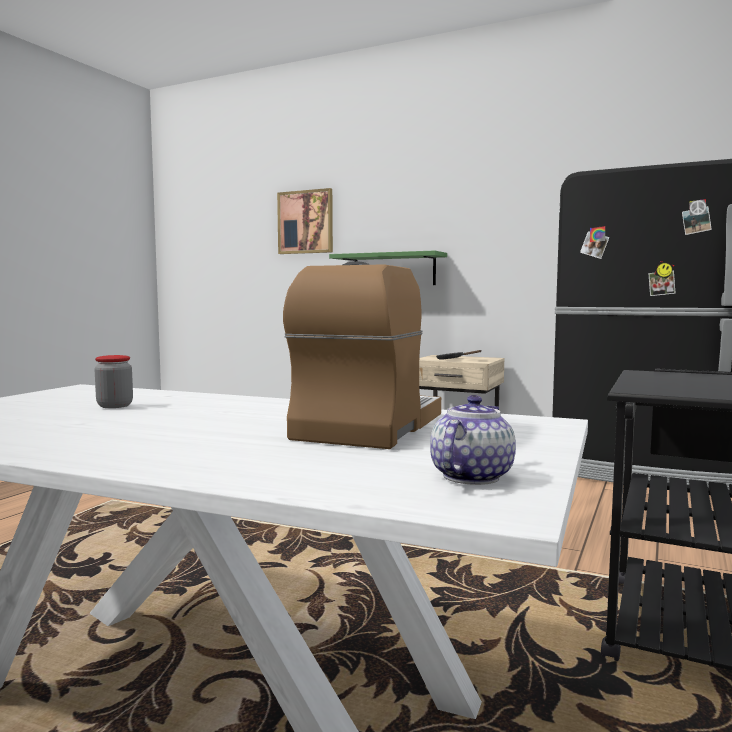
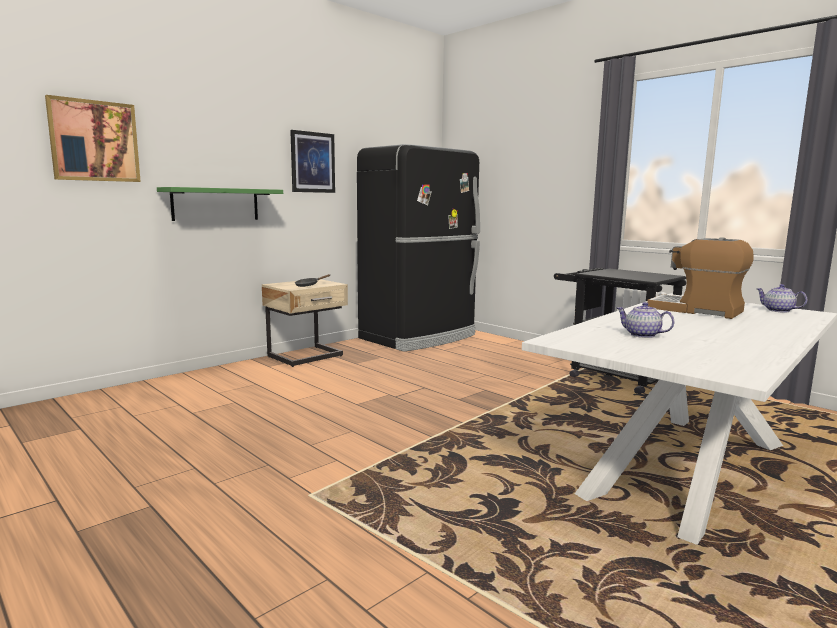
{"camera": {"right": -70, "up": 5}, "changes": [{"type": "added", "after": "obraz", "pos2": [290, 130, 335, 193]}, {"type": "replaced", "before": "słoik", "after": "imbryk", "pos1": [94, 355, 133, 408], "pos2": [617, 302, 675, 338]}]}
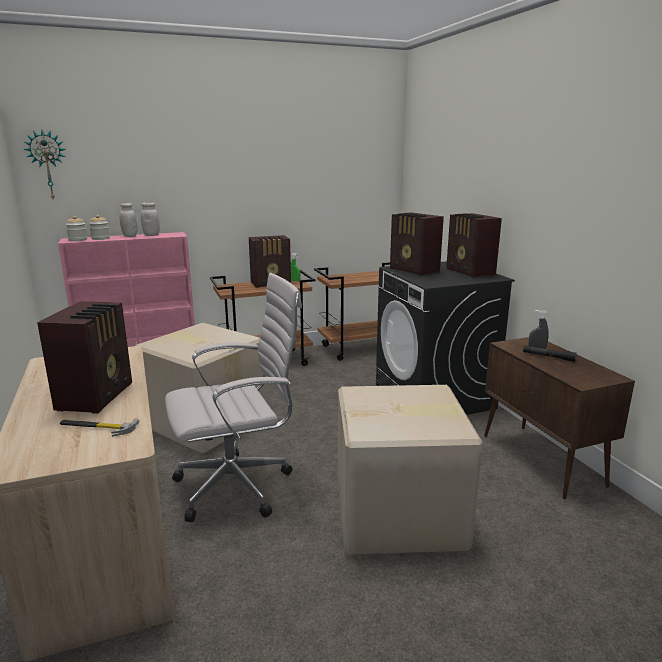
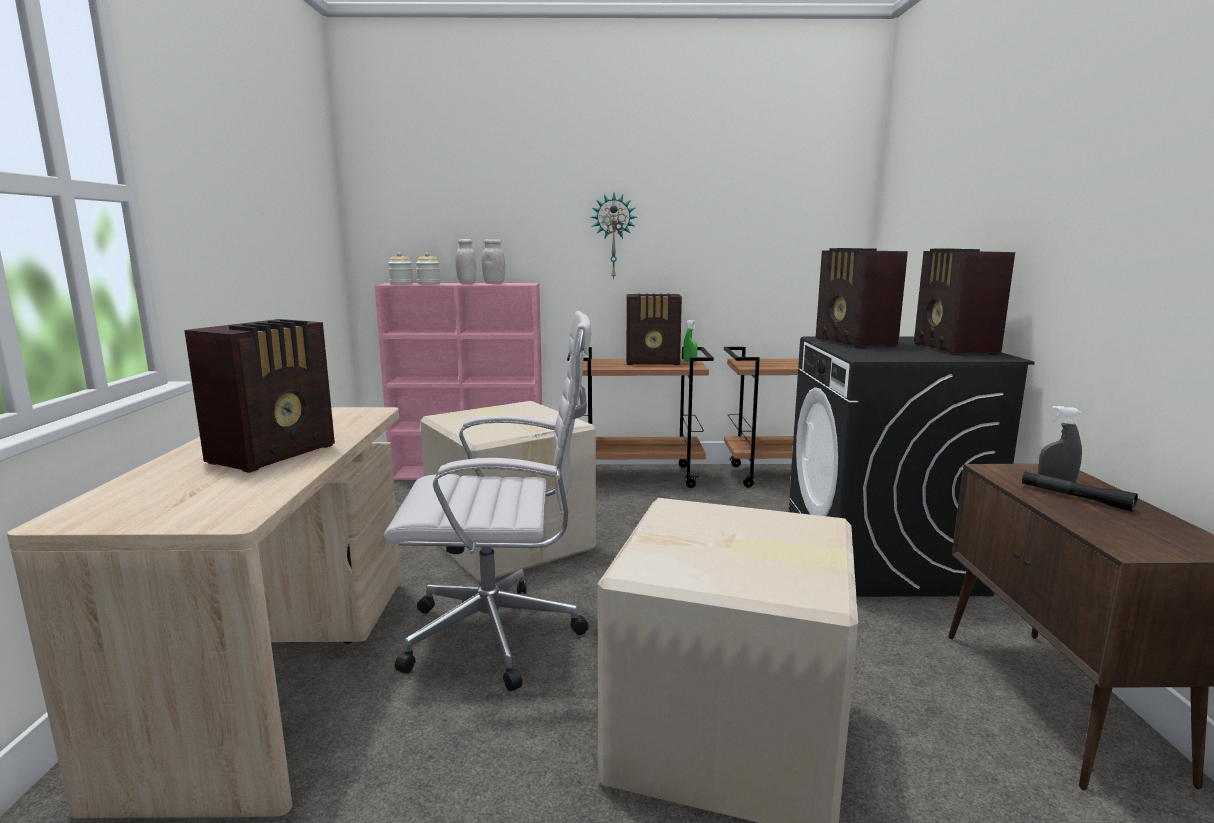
{"camera": {"right": 20, "up": -5}, "changes": [{"type": "removed", "before": "młotek", "pos1": [60, 418, 139, 437]}, {"type": "moved", "before": "zegar ścienny", "pos1": [23, 130, 66, 201], "pos2": [591, 193, 637, 280]}]}
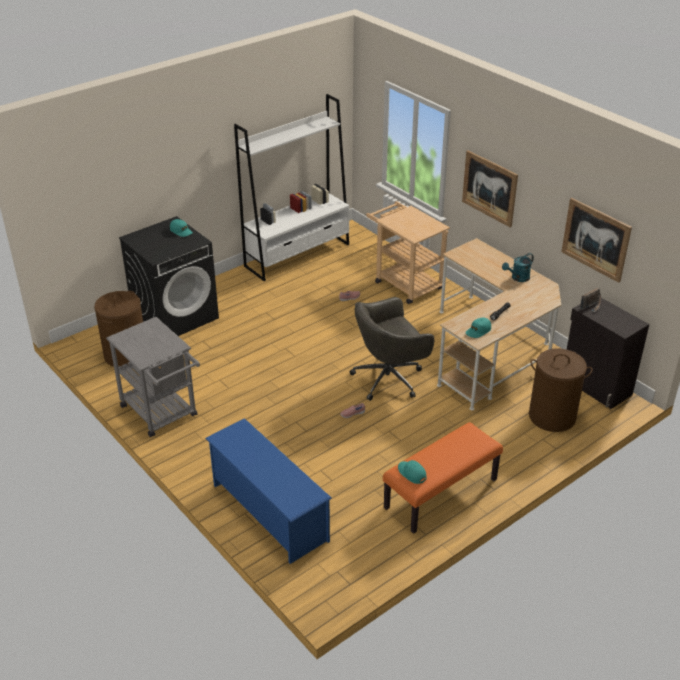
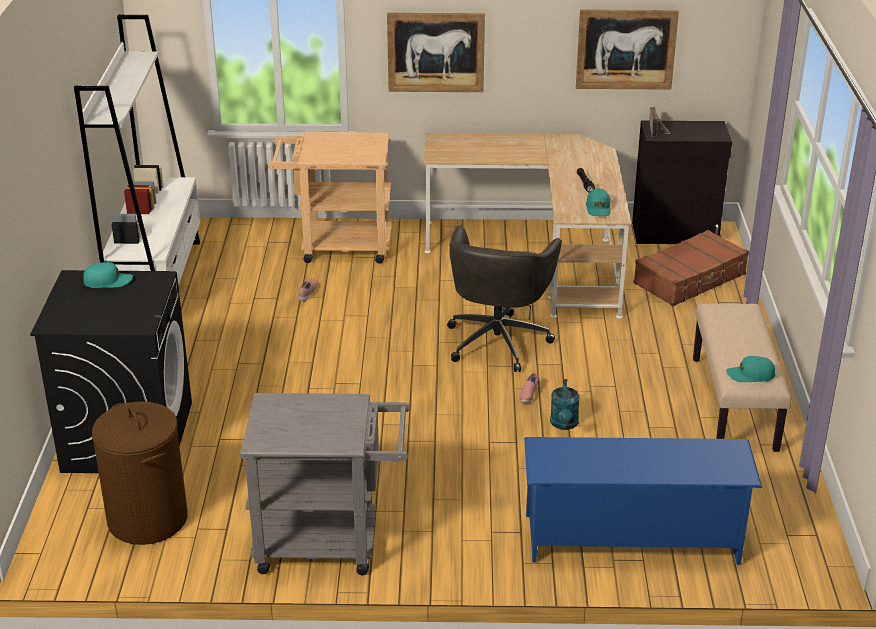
{"camera": {"right": -50, "up": -5}, "changes": [{"type": "moved", "before": "konewka/turkusowy", "pos1": [502, 253, 534, 282], "pos2": [550, 379, 579, 430]}, {"type": "replaced", "before": "kosz na pranie/brązowy", "after": "walizka/brązowy", "pos1": [529, 348, 592, 432], "pos2": [633, 230, 749, 306]}, {"type": "recoloured", "before": "ławka/pomarańczowy", "after": "ławka/beżowy", "pos1": [383, 422, 503, 534], "pos2": [693, 304, 791, 452]}]}
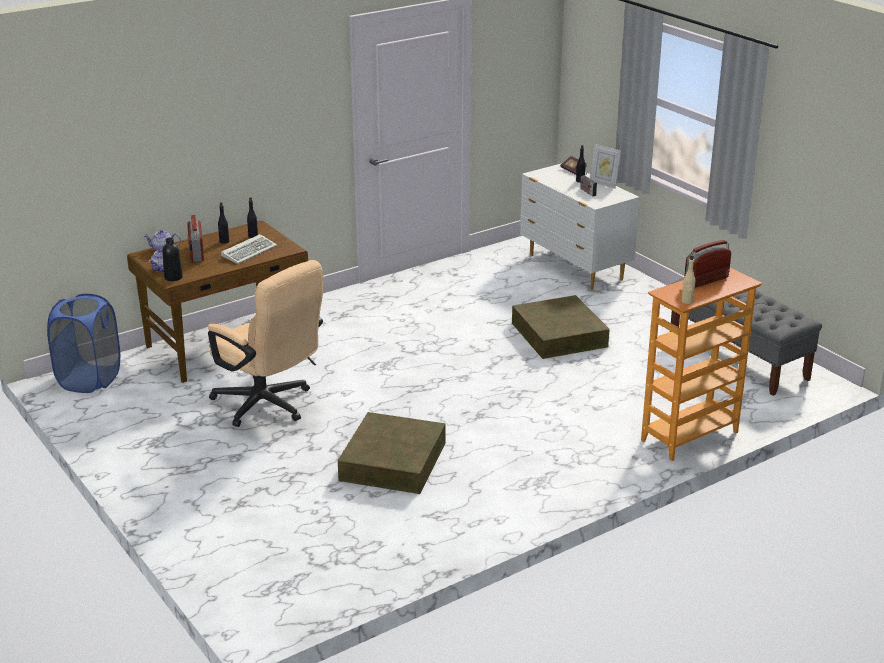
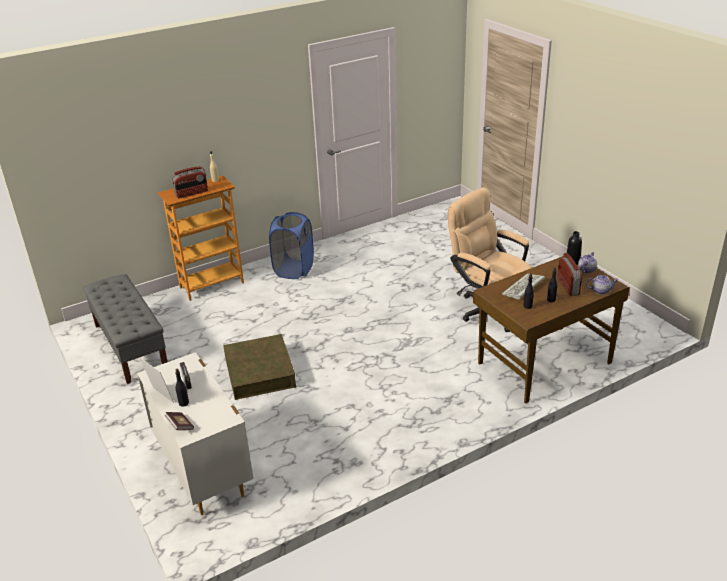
{"camera": {"right": -175, "up": 5}, "changes": [{"type": "removed", "before": "pojemnik do przechowywania/brązowy", "pos1": [338, 412, 446, 494]}, {"type": "moved", "before": "kosz na pranie/niebieski", "pos1": [47, 294, 120, 393], "pos2": [269, 212, 314, 279]}]}
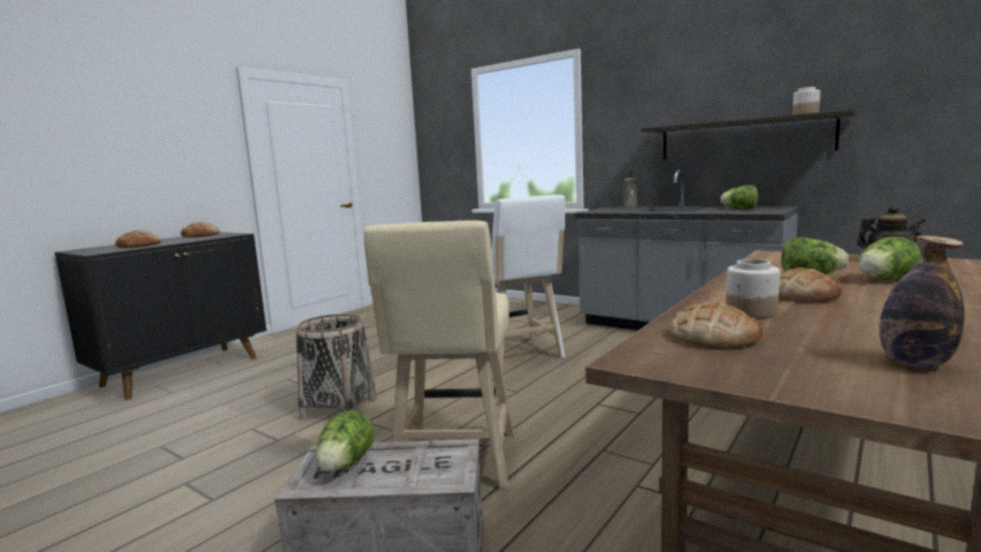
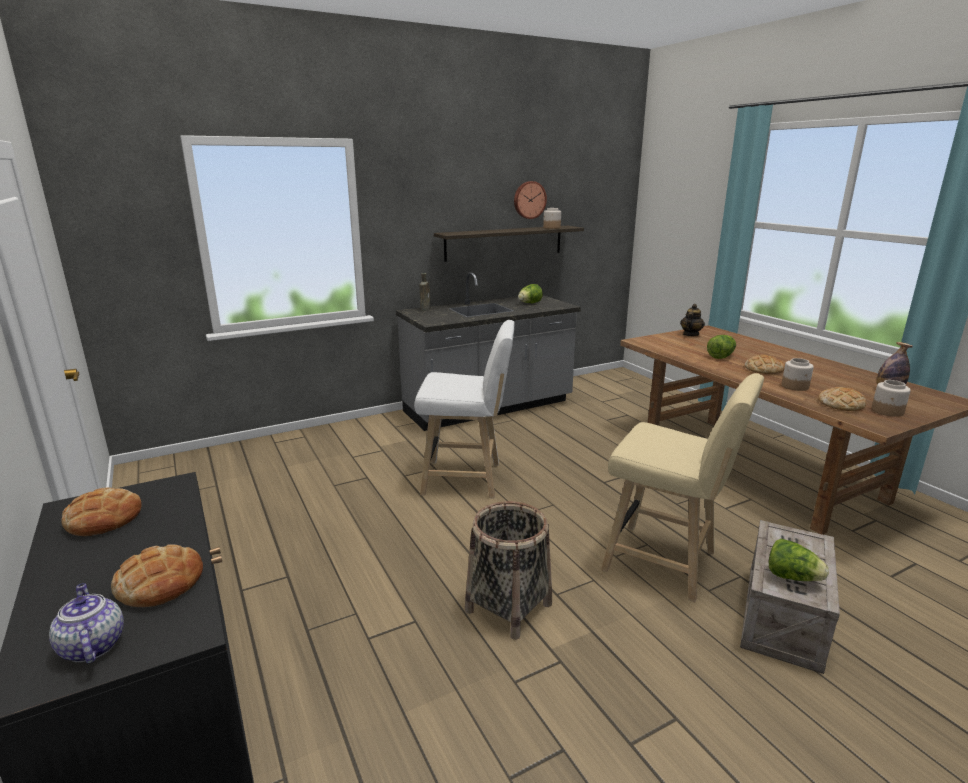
{"camera": {"right": -65, "up": 10}, "changes": [{"type": "removed", "before": "sałata", "pos1": [859, 237, 921, 280]}, {"type": "added", "after": "imbryk", "pos2": [49, 583, 124, 664]}, {"type": "added", "after": "zegar ścienny", "pos2": [514, 181, 547, 219]}, {"type": "added", "after": "słoik", "pos2": [872, 380, 911, 417]}]}
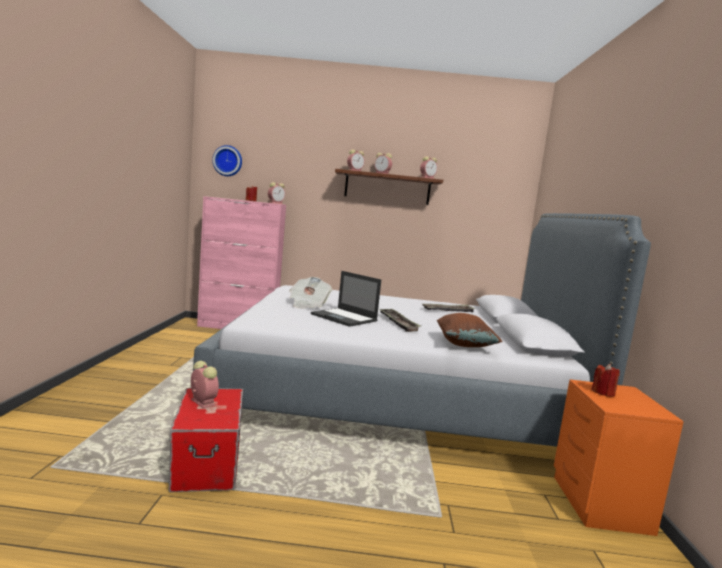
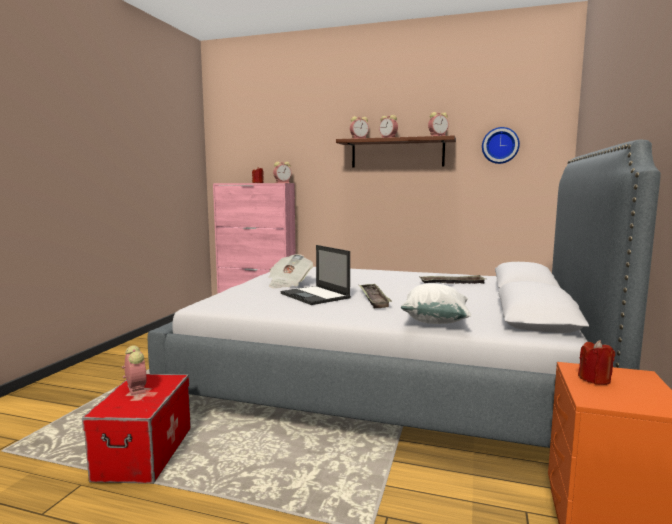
{"camera": {"right": 15, "up": 0}, "changes": [{"type": "moved", "before": "zegar ścienny", "pos1": [212, 145, 242, 176], "pos2": [482, 127, 520, 164]}, {"type": "recoloured", "before": "poduszka/brązowy", "after": "poduszka/biały", "pos1": [436, 313, 503, 347], "pos2": [401, 283, 472, 324]}]}
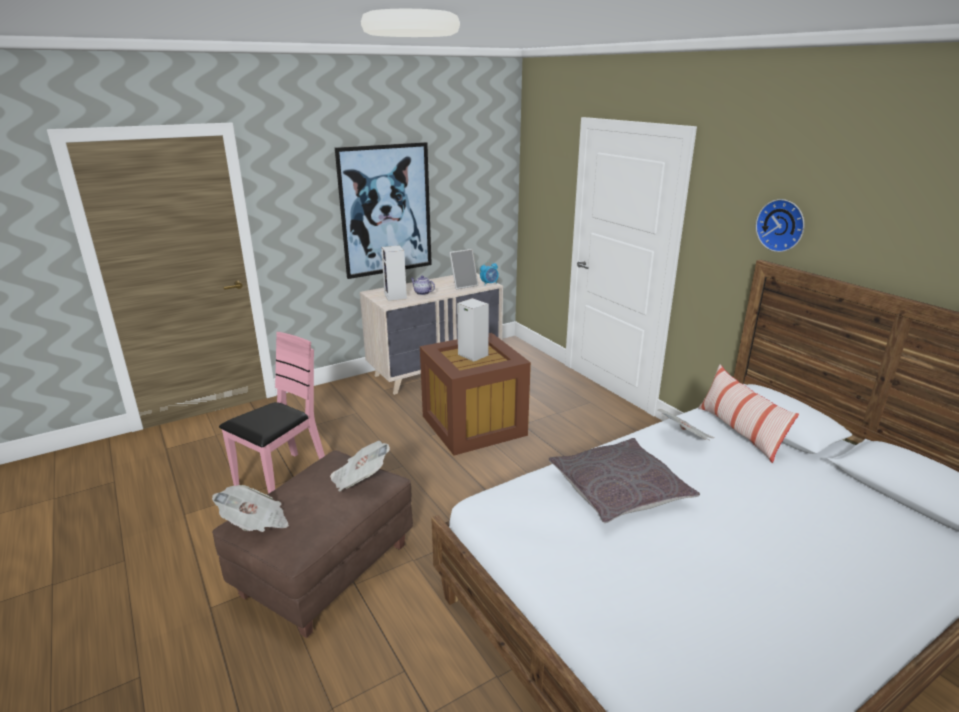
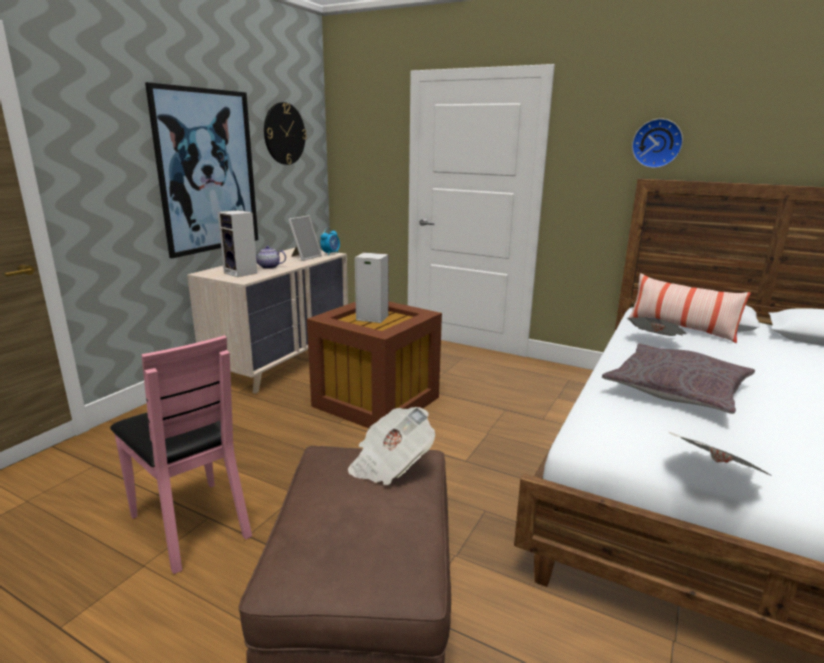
{"camera": {"right": -30, "up": -5}, "changes": [{"type": "added", "after": "zegar ścienny", "pos2": [264, 102, 307, 165]}, {"type": "moved", "before": "gazeta", "pos1": [212, 485, 289, 532], "pos2": [669, 432, 772, 476]}, {"type": "turned", "before": "krzesło/różowy", "pos1": [219, 332, 325, 494], "pos2": [110, 335, 252, 574], "turn": 135}]}
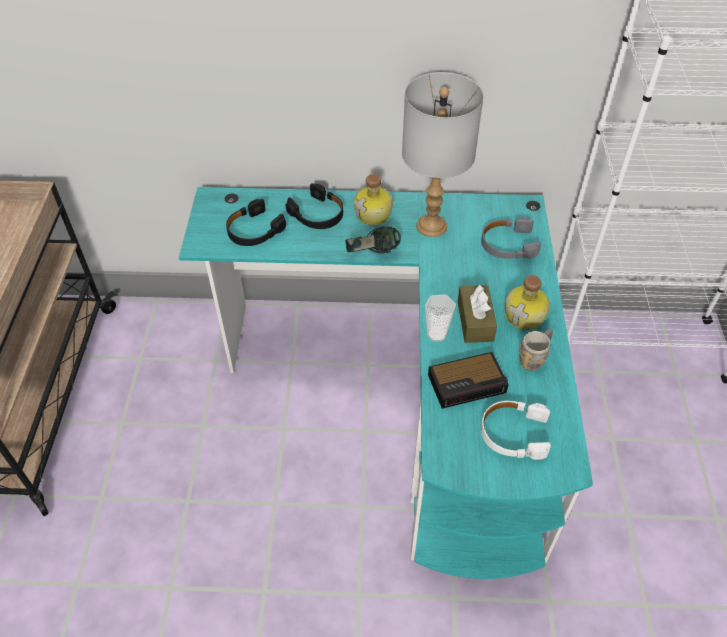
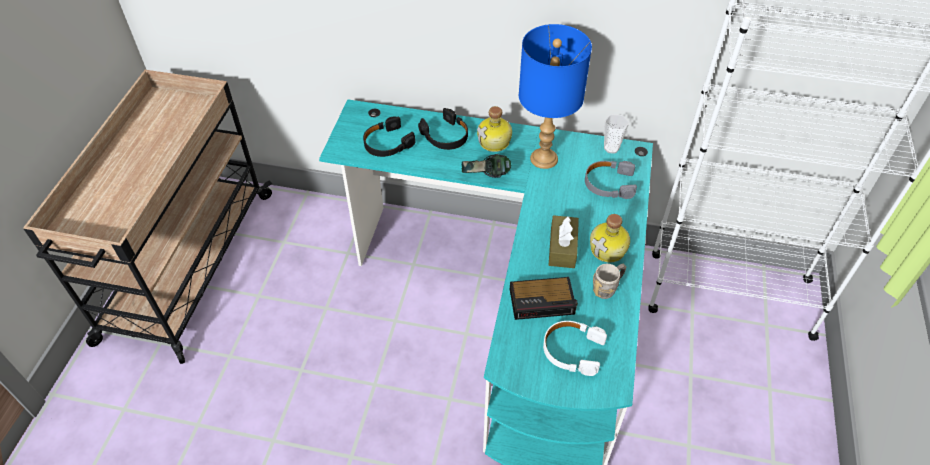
{"camera": {"right": 10, "up": 0}, "changes": [{"type": "moved", "before": "filiżanka", "pos1": [425, 294, 456, 342], "pos2": [604, 115, 629, 154]}, {"type": "recoloured", "before": "lampa stołowa/szary", "after": "lampa stołowa/niebieski", "pos1": [402, 72, 484, 237], "pos2": [519, 24, 592, 169]}]}
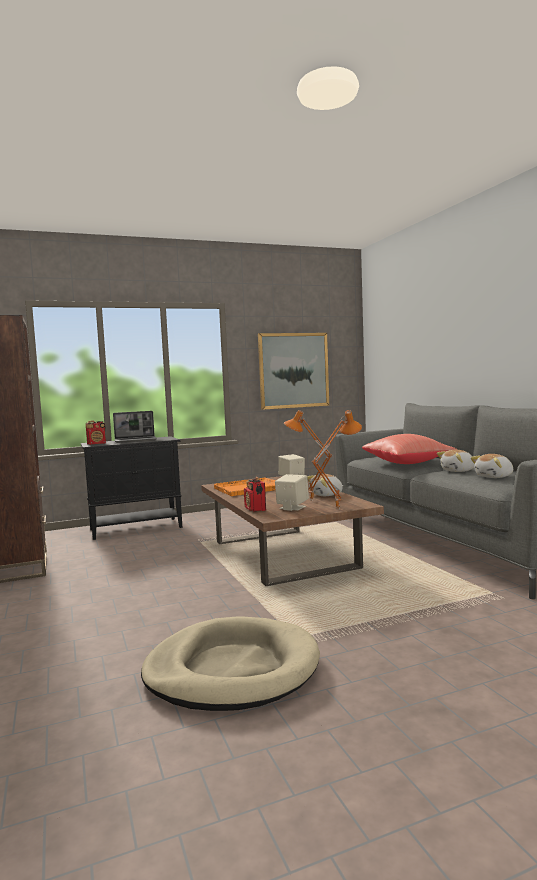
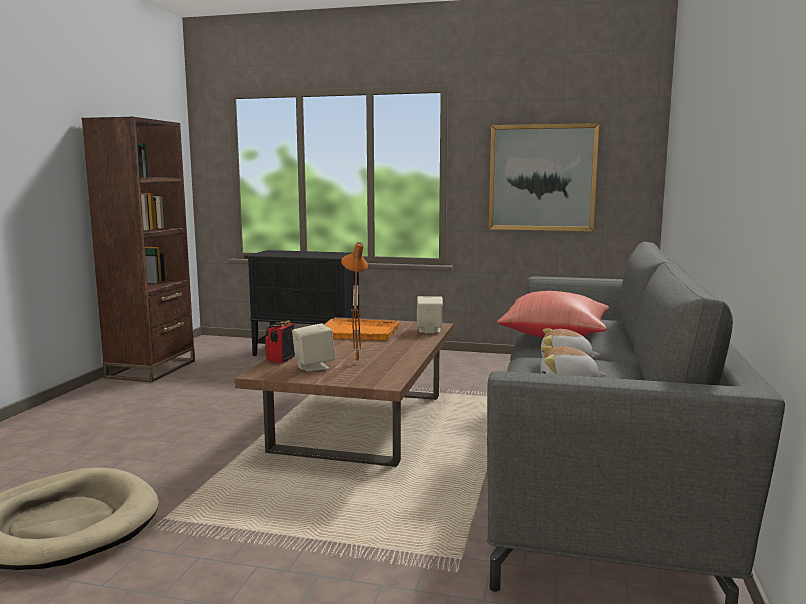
{"camera": {"right": 35, "up": 5}, "changes": [{"type": "removed", "before": "radio", "pos1": [86, 421, 106, 445]}, {"type": "removed", "before": "laptop", "pos1": [113, 411, 157, 443]}, {"type": "removed", "before": "pluszak", "pos1": [307, 474, 343, 496]}, {"type": "removed", "before": "lampa stołowa/pomarańczowy", "pos1": [312, 410, 362, 510]}]}
